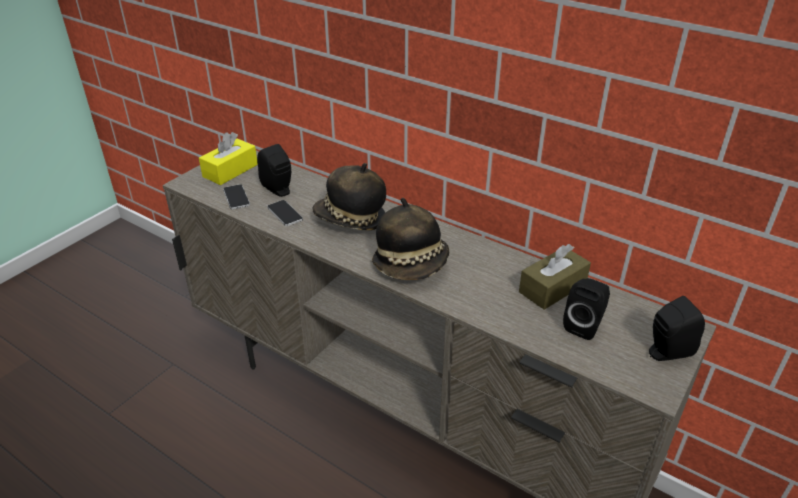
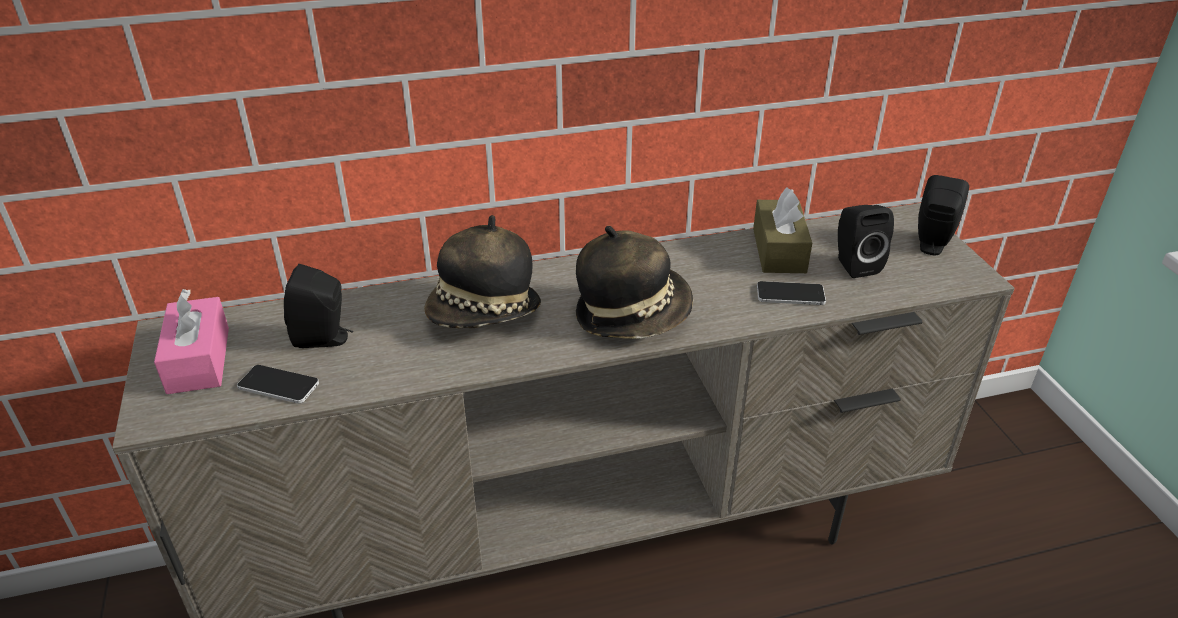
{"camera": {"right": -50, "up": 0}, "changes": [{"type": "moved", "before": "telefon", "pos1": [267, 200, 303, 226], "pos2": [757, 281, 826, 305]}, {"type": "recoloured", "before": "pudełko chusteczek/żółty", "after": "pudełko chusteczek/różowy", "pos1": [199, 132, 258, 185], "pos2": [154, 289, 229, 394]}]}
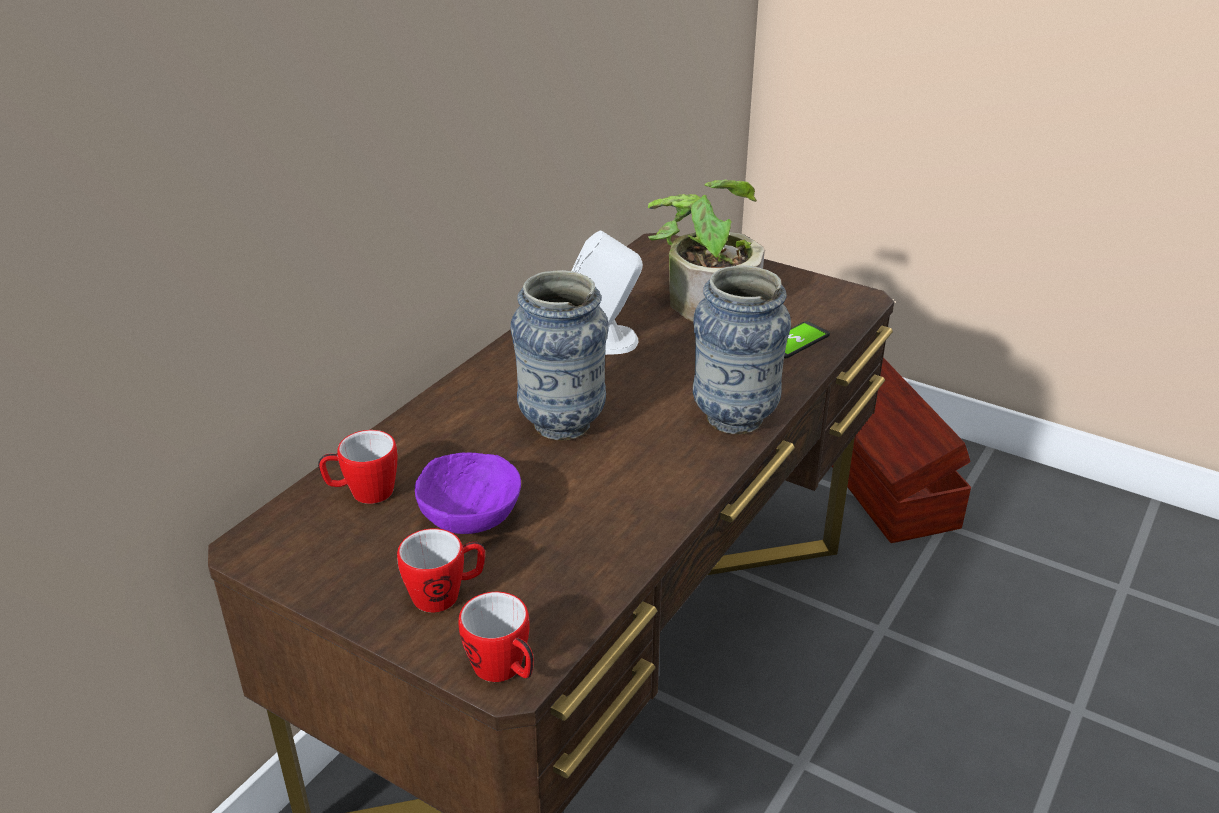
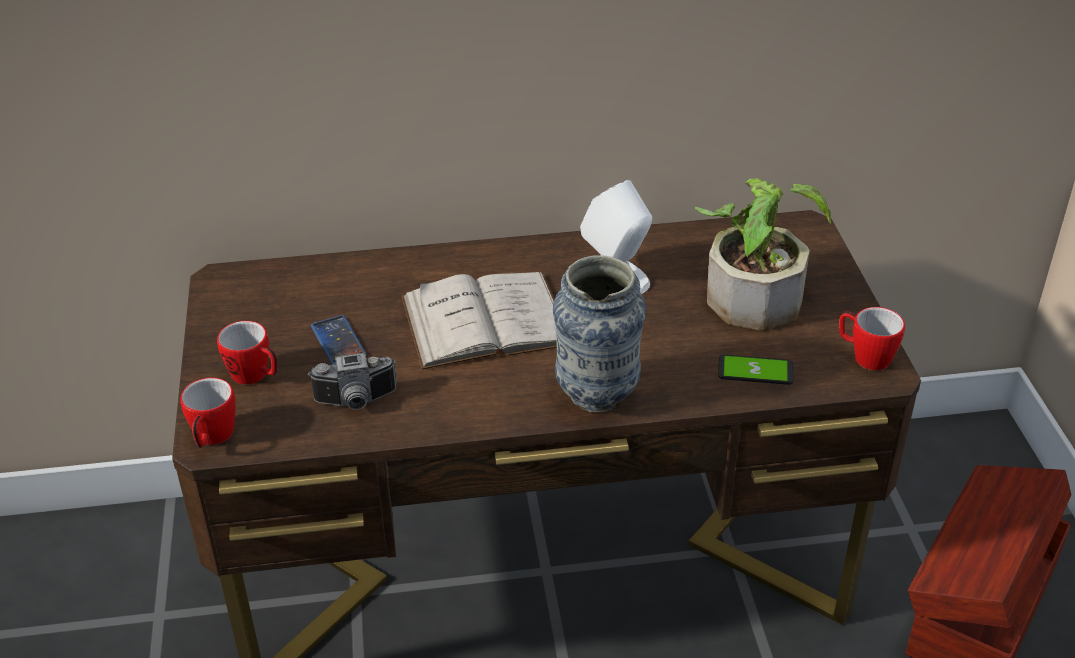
{"camera": {"right": 50, "up": 5}, "changes": [{"type": "added", "after": "aparat fotograficzny", "pos2": [308, 353, 397, 410]}, {"type": "moved", "before": "kubek", "pos1": [318, 430, 398, 504], "pos2": [839, 307, 905, 370]}, {"type": "replaced", "before": "miska/fioletowy", "after": "telefon", "pos1": [415, 452, 521, 534], "pos2": [311, 315, 367, 364]}, {"type": "replaced", "before": "wazon", "after": "książka/biały", "pos1": [510, 270, 609, 440], "pos2": [402, 272, 557, 369]}]}
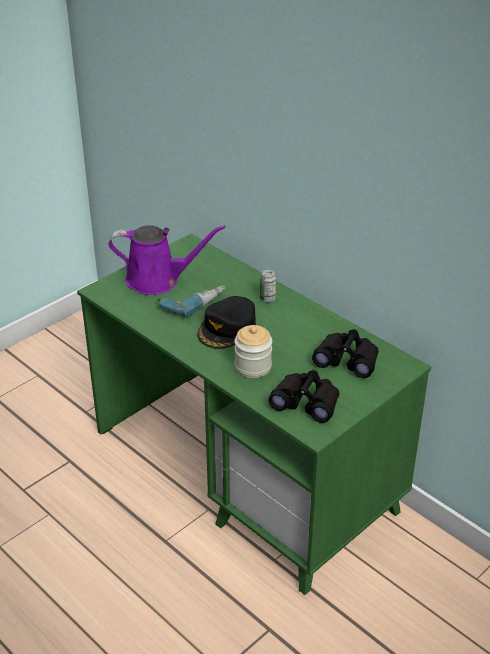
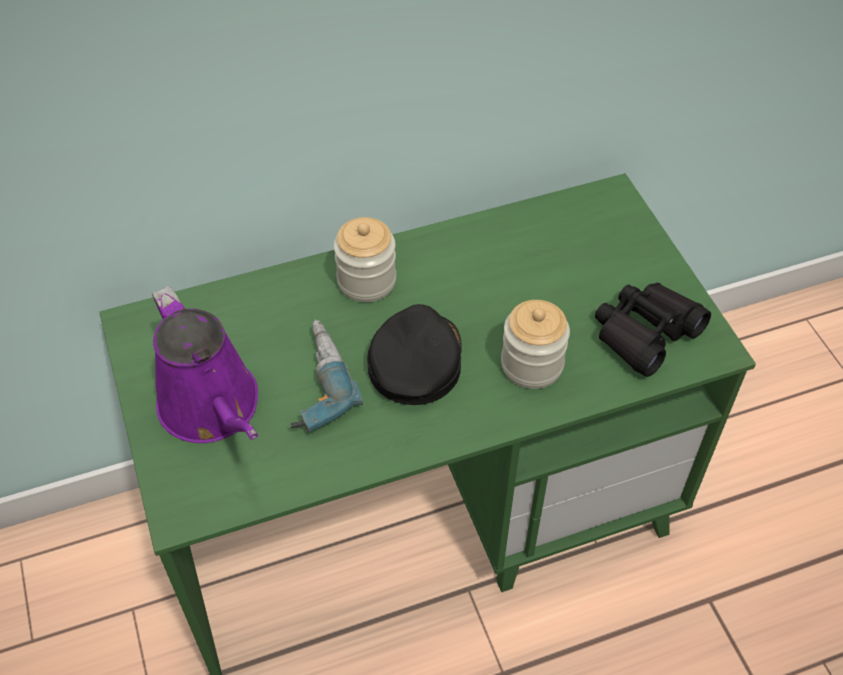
{"camera": {"right": -65, "up": 15}, "changes": [{"type": "removed", "before": "lornetka/czarny", "pos1": [312, 329, 379, 378]}, {"type": "replaced", "before": "puszka", "after": "słoik", "pos1": [260, 270, 276, 302], "pos2": [334, 217, 396, 302]}, {"type": "turned", "before": "konewka/fioletowy", "pos1": [109, 225, 225, 295], "pos2": [152, 286, 258, 443], "turn": 120}, {"type": "turned", "before": "czapka z daszkiem/czarny", "pos1": [197, 296, 256, 349], "pos2": [367, 304, 462, 405], "turn": -135}]}
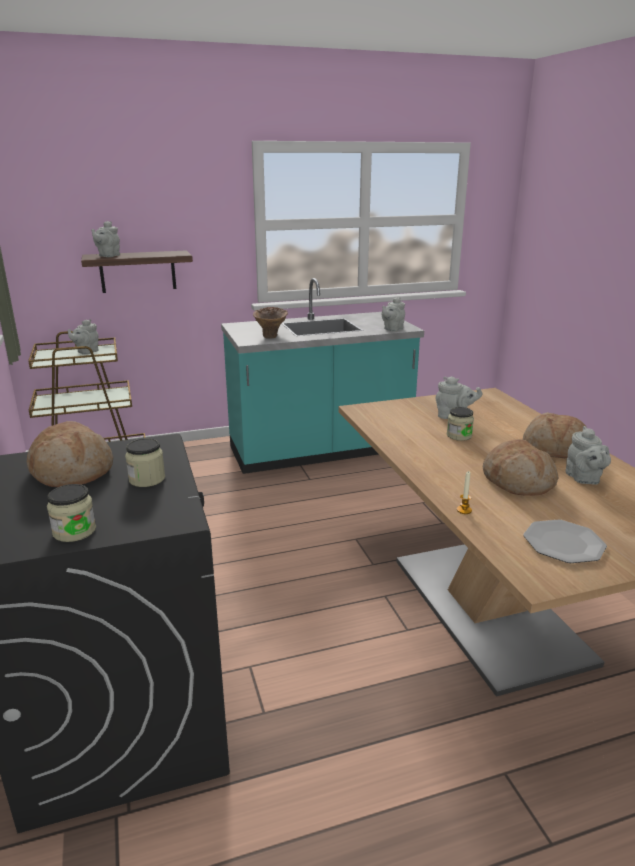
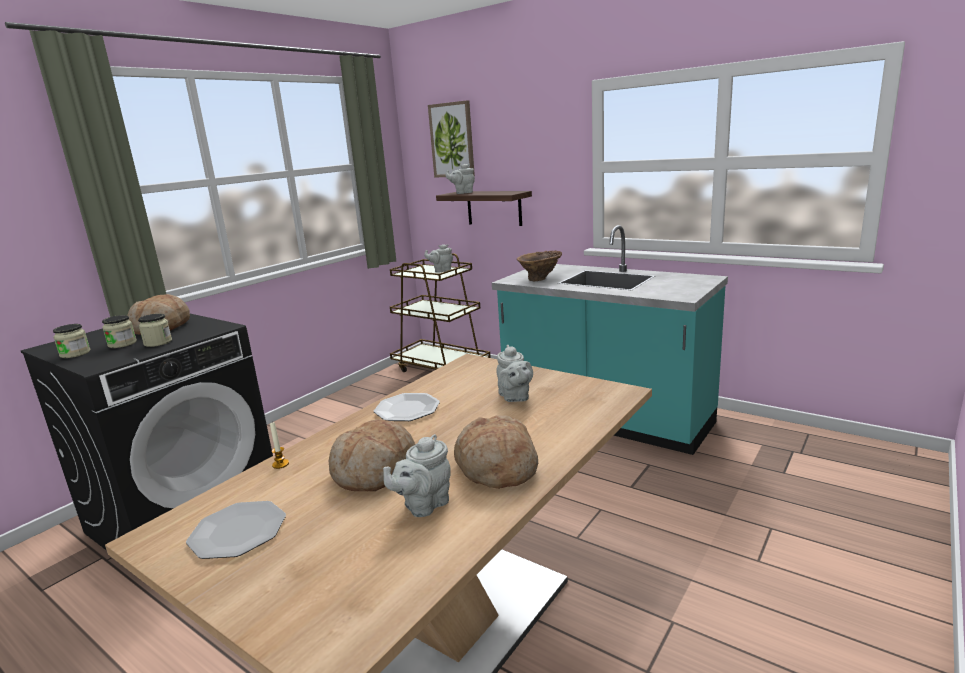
{"camera": {"right": 55, "up": -5}, "changes": [{"type": "removed", "before": "imbryk/szary", "pos1": [382, 297, 405, 332]}, {"type": "added", "after": "talerz", "pos2": [374, 393, 440, 421]}, {"type": "added", "after": "obraz", "pos2": [428, 100, 475, 178]}, {"type": "moved", "before": "słoik", "pos1": [447, 407, 474, 441], "pos2": [102, 315, 137, 348]}]}
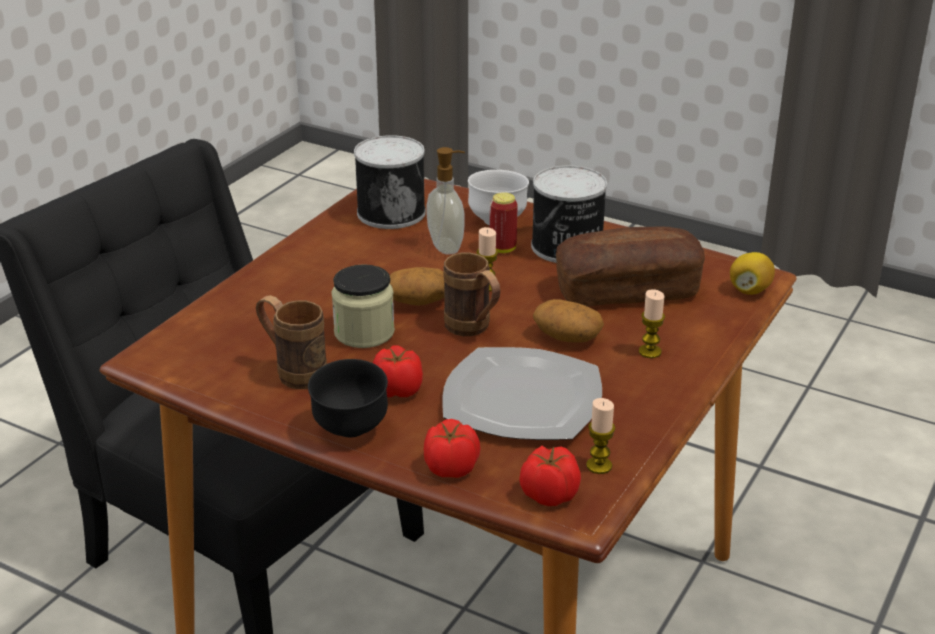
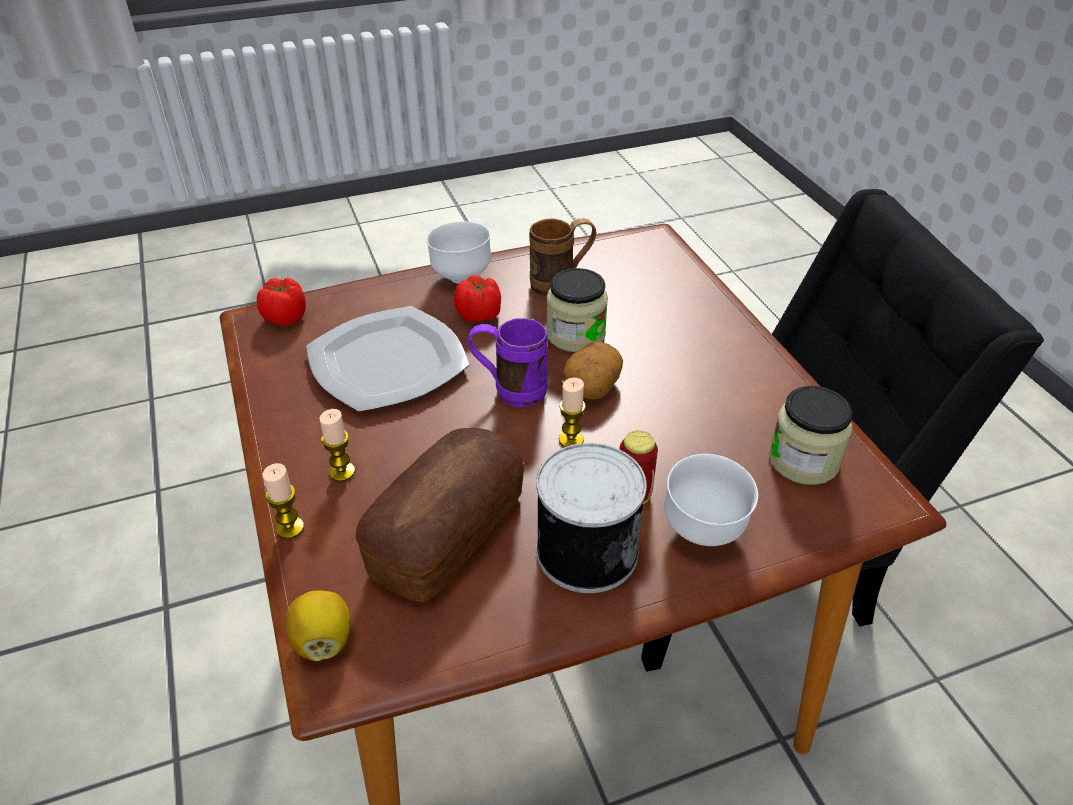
{"camera": {"right": 130, "up": 10}, "changes": [{"type": "removed", "before": "pomidor", "pos1": [424, 419, 480, 478]}, {"type": "removed", "before": "dozownik mydła", "pos1": [427, 147, 465, 255]}, {"type": "removed", "before": "ziemniak", "pos1": [533, 299, 604, 343]}, {"type": "moved", "before": "świeca", "pos1": [586, 398, 615, 474], "pos2": [263, 463, 304, 539]}, {"type": "replaced", "before": "puszka", "after": "słoik", "pos1": [354, 135, 426, 229], "pos2": [769, 386, 853, 485]}, {"type": "recoloured", "before": "miska/czarny", "after": "miska/biały", "pos1": [308, 359, 388, 438], "pos2": [426, 222, 491, 284]}, {"type": "recoloured", "before": "kubek/brązowy", "after": "kubek/fioletowy", "pos1": [443, 252, 500, 336], "pos2": [467, 318, 548, 408]}]}
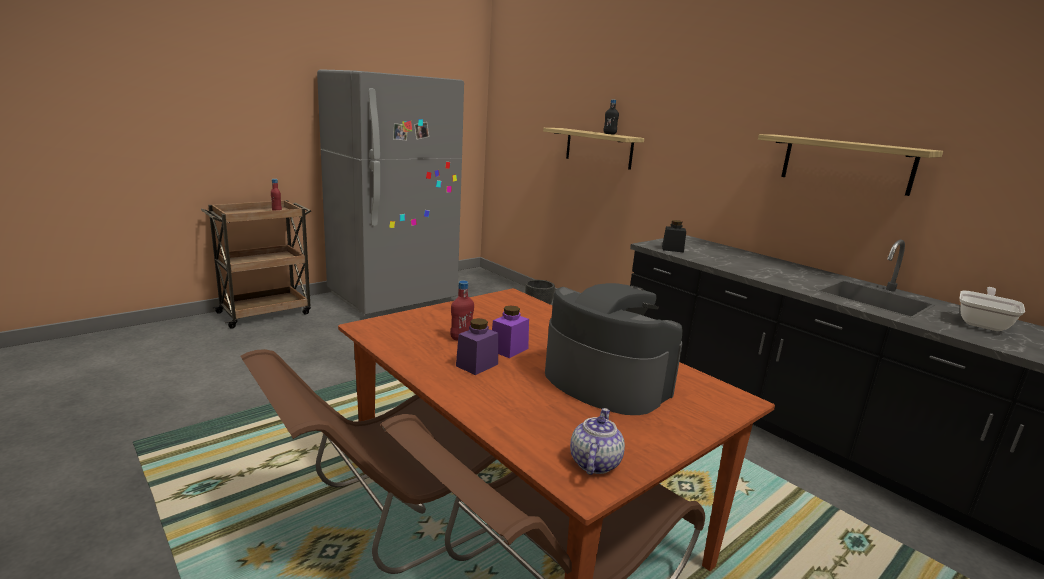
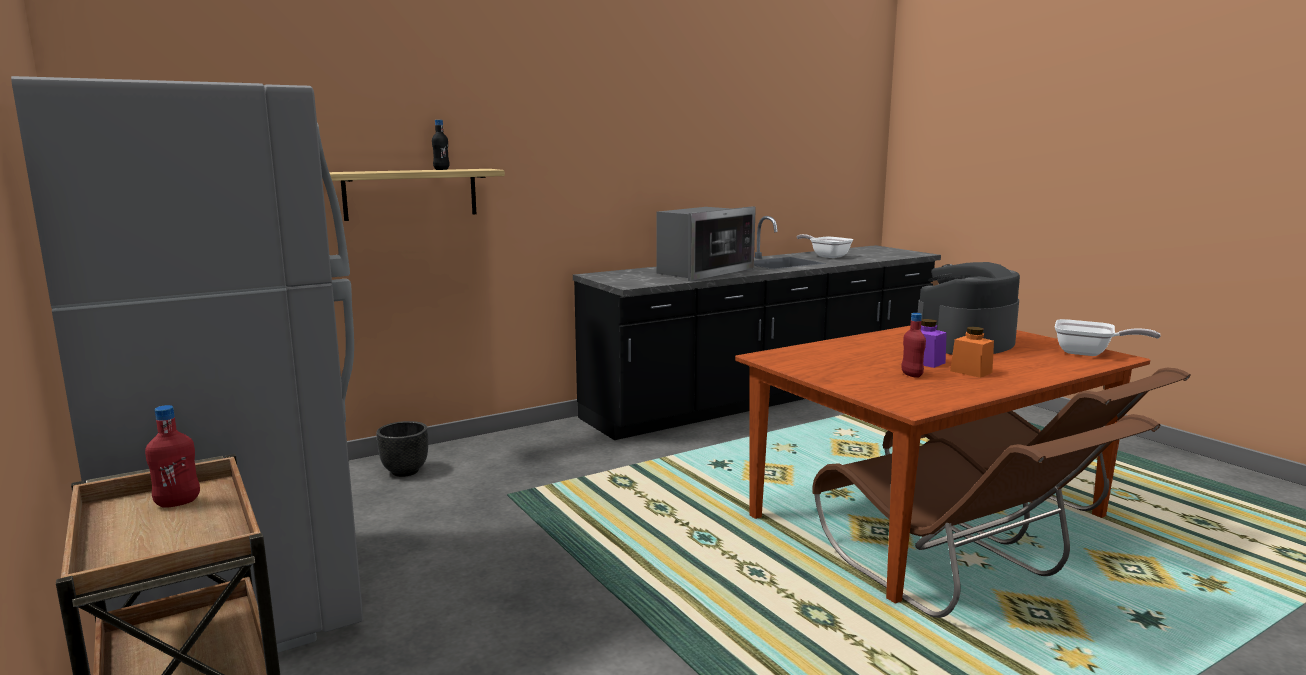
{"camera": {"right": -80, "up": -5}, "changes": [{"type": "removed", "before": "słoik/czarny", "pos1": [662, 220, 686, 253]}, {"type": "removed", "before": "półka", "pos1": [758, 134, 943, 196]}, {"type": "added", "after": "mikrofalówka", "pos2": [657, 206, 756, 281]}, {"type": "replaced", "before": "imbryk", "after": "patelnia", "pos1": [570, 408, 625, 475], "pos2": [1055, 319, 1161, 356]}, {"type": "recoloured", "before": "słoik/fioletowy", "after": "słoik/pomarańczowy", "pos1": [456, 318, 498, 375], "pos2": [950, 327, 994, 378]}]}
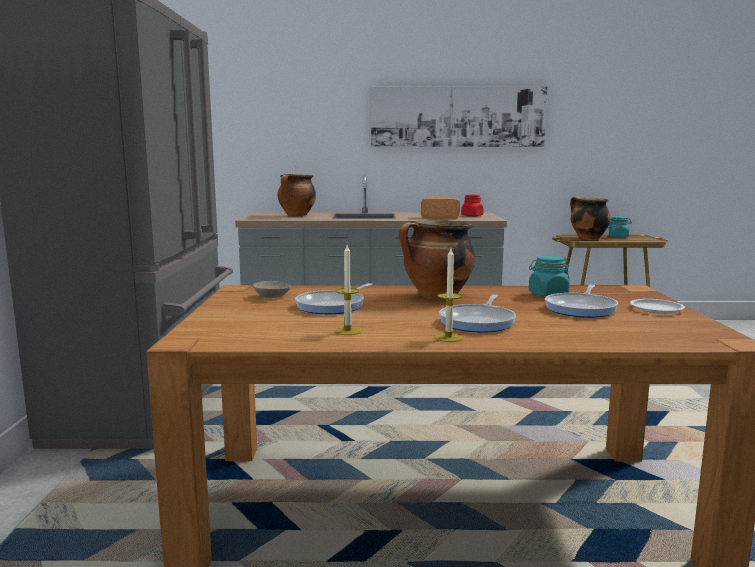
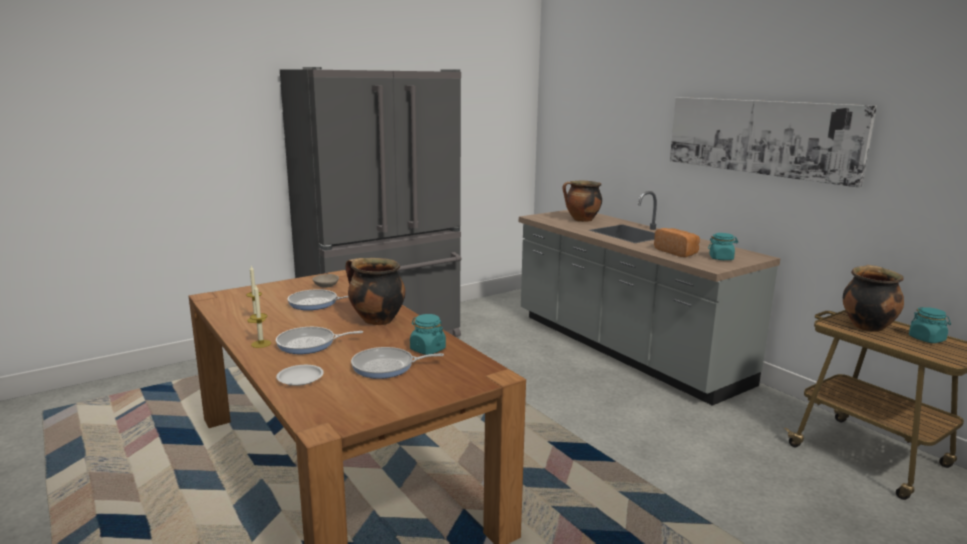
{"camera": {"right": 55, "up": 5}, "changes": [{"type": "moved", "before": "talerz/biały", "pos1": [630, 299, 685, 314], "pos2": [276, 365, 324, 386]}, {"type": "recoloured", "before": "słoik/czerwony", "after": "słoik/turkusowy", "pos1": [461, 195, 483, 217], "pos2": [708, 233, 738, 260]}]}
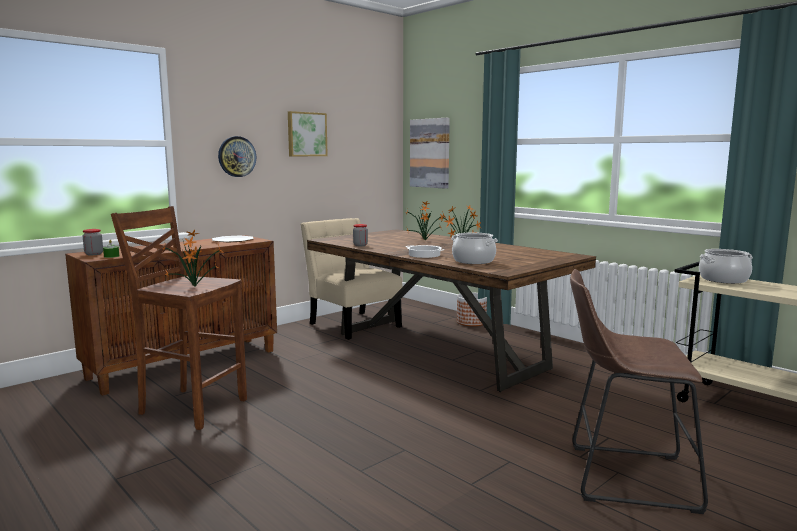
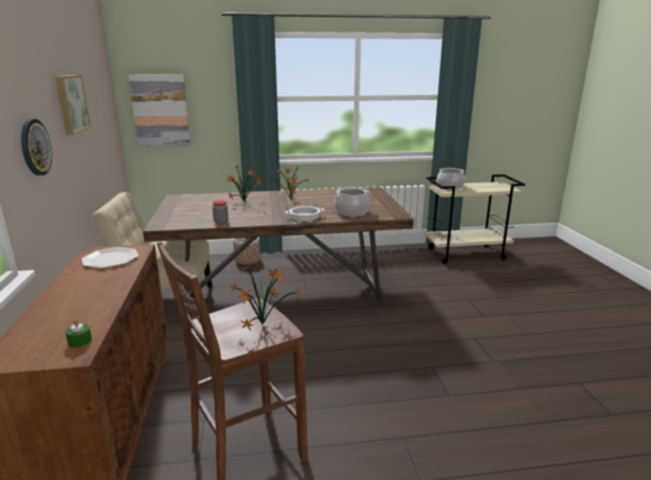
{"camera": {"right": -55, "up": 10}, "changes": [{"type": "removed", "before": "słoik", "pos1": [83, 229, 103, 255]}, {"type": "removed", "before": "stołek/brązowy", "pos1": [570, 269, 708, 514]}]}
